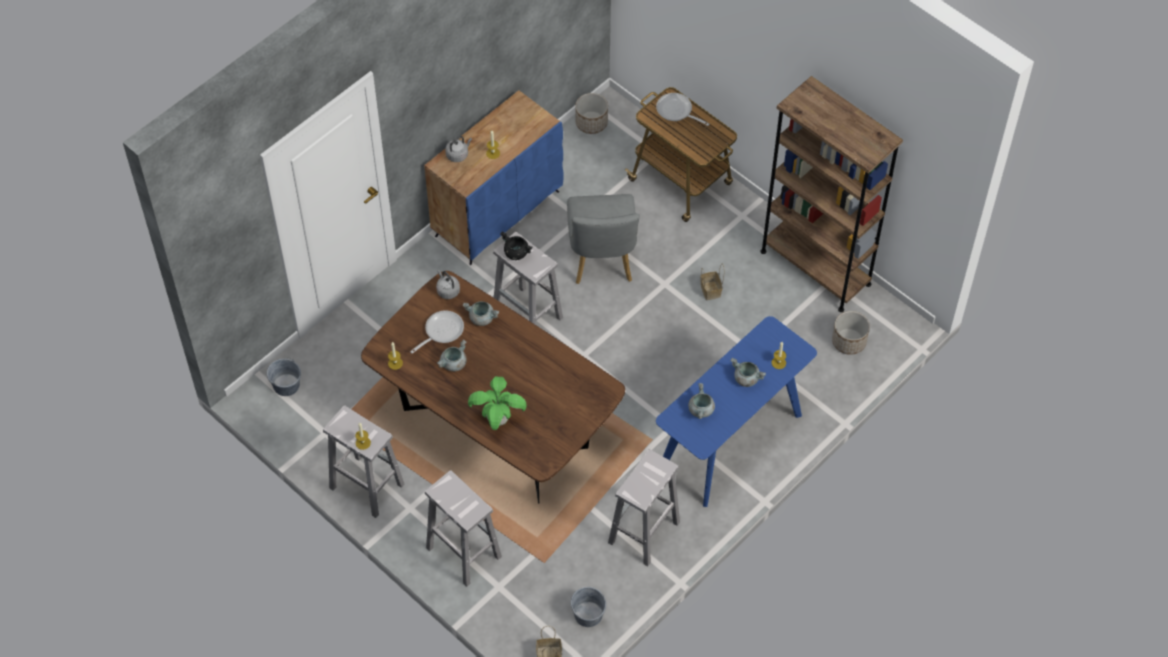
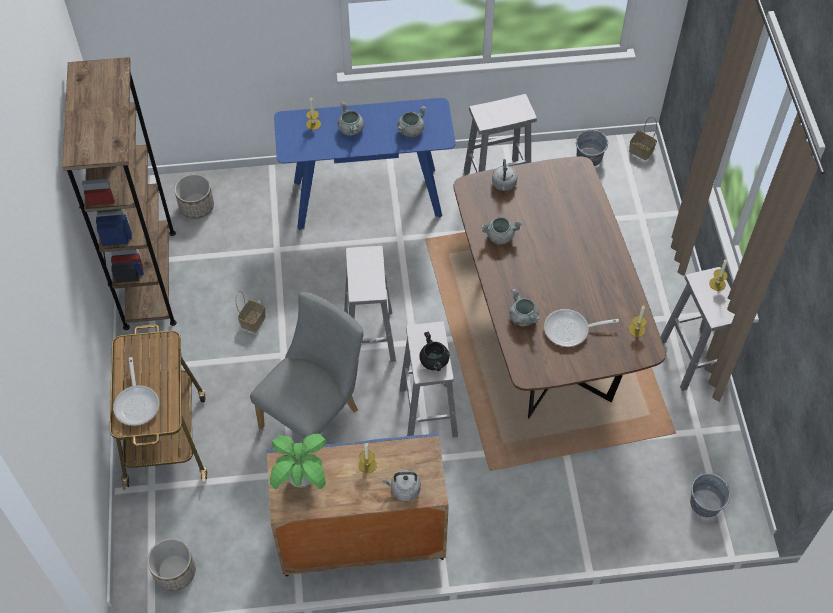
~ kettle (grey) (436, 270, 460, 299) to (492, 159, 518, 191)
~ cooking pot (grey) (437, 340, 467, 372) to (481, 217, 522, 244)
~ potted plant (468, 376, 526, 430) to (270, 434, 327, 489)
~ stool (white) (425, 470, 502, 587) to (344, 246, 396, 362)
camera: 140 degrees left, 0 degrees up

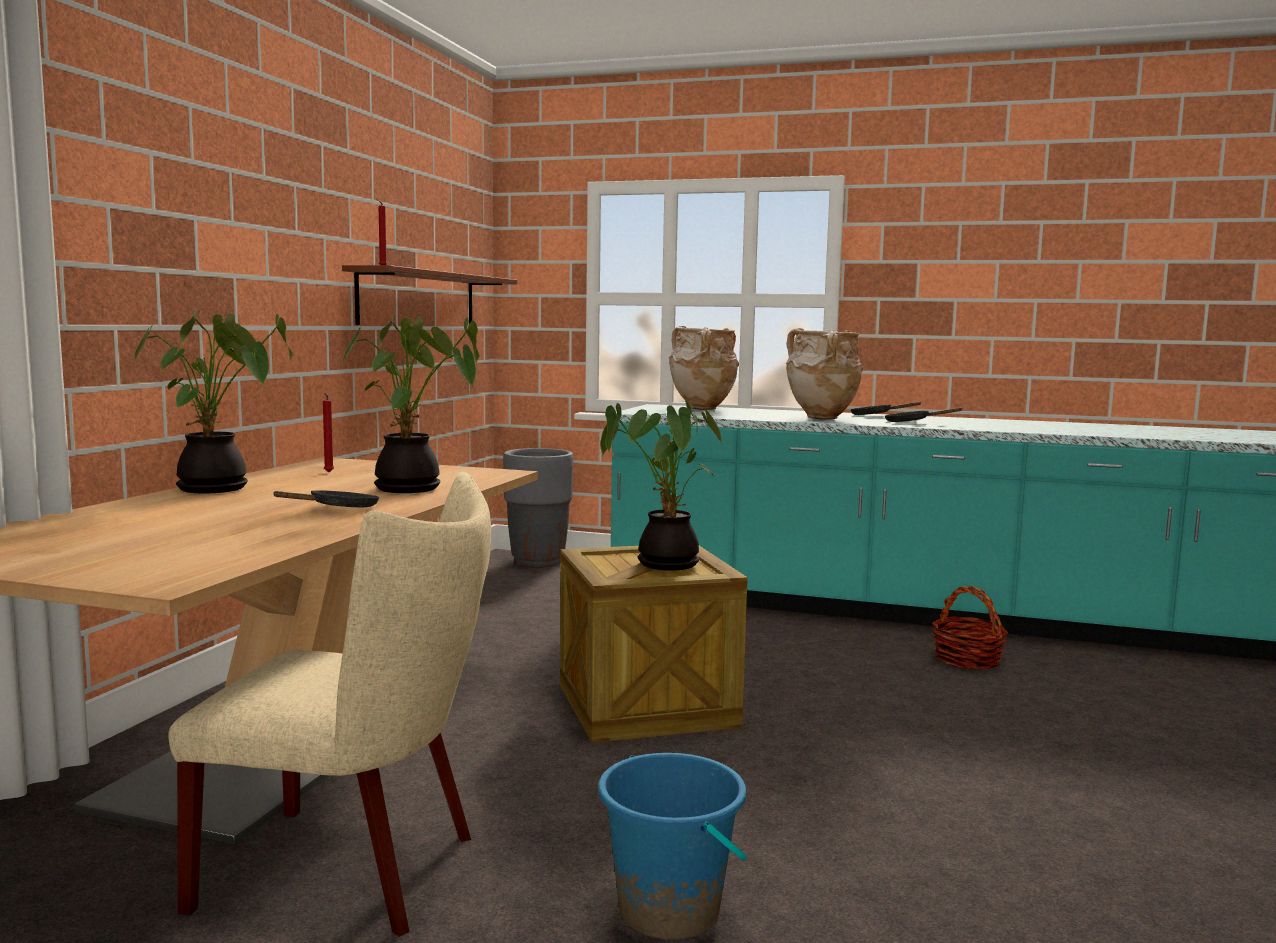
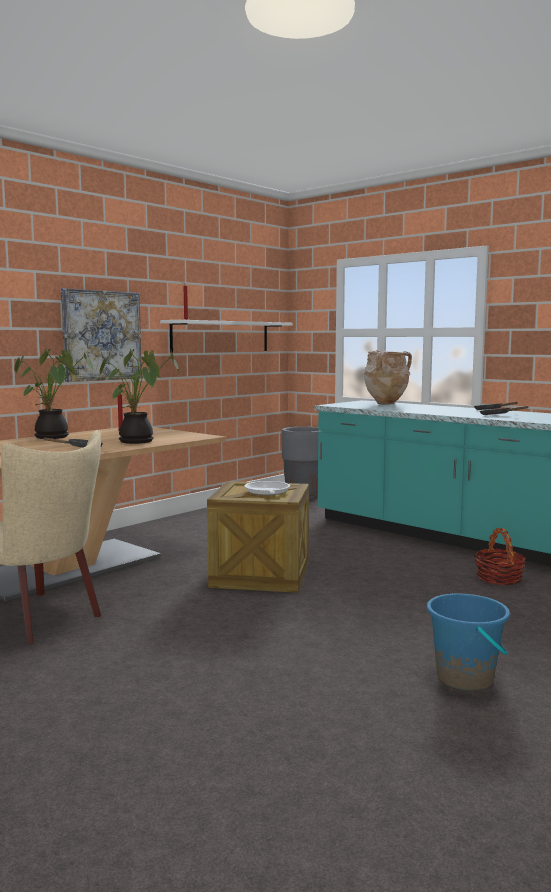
~ shelf (brown) (342, 265, 517, 325) to shelf (white) (160, 320, 293, 353)
- vase (beige) (786, 328, 863, 419)
~ potted plant (600, 399, 723, 571) to frying pan (245, 481, 290, 495)
~ bucket (blue) (598, 753, 748, 940) to (427, 593, 510, 691)
+ picture (61, 288, 142, 382)
camera: 25 degrees right, 0 degrees up

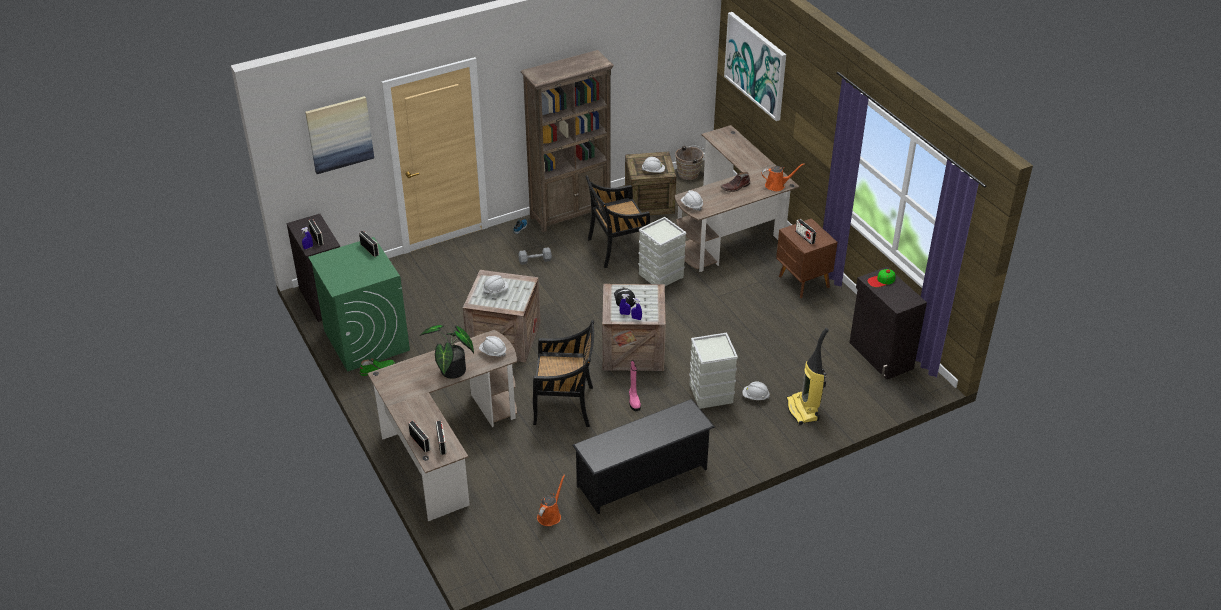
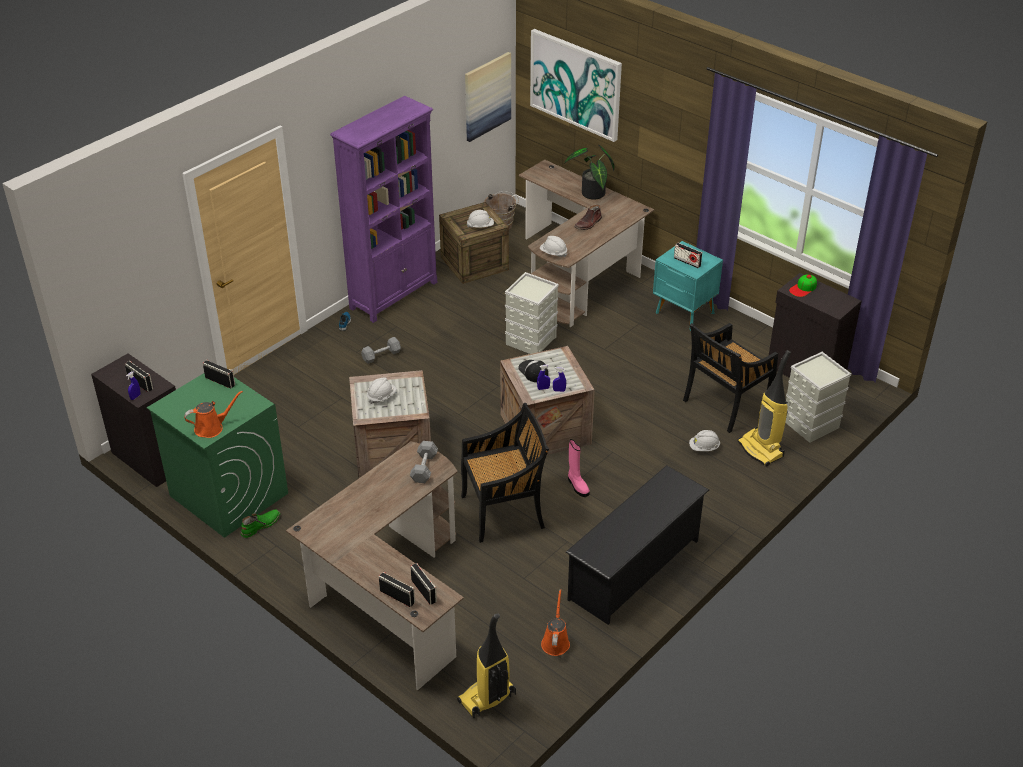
~ bookcase (brown) (521, 50, 614, 233) to bookcase (purple) (330, 96, 437, 323)
~ picture (305, 96, 374, 174) to (465, 52, 511, 142)
~ watering can (orange) (762, 163, 804, 191) to (184, 391, 243, 438)
~ chair (black) (585, 175, 650, 268) to (683, 323, 778, 433)
~ nightstand (brown) (776, 218, 838, 298) to nightstand (turquoise) (653, 241, 723, 331)
~ potted plant (420, 325, 474, 379) to (564, 145, 614, 200)
~ storage box (grey) (689, 333, 738, 409) to (785, 352, 851, 443)
~ hard hat (white) (479, 336, 506, 357) to dumbbell (grey) (410, 441, 438, 483)
+ vacuum cleaner (457, 613, 516, 718)
camera: 20 degrees left, 0 degrees up

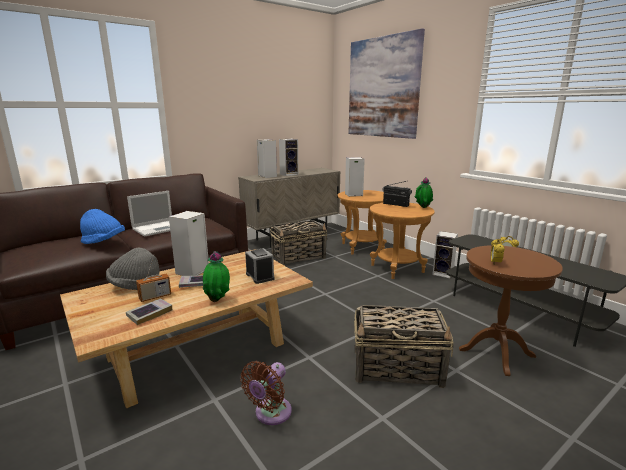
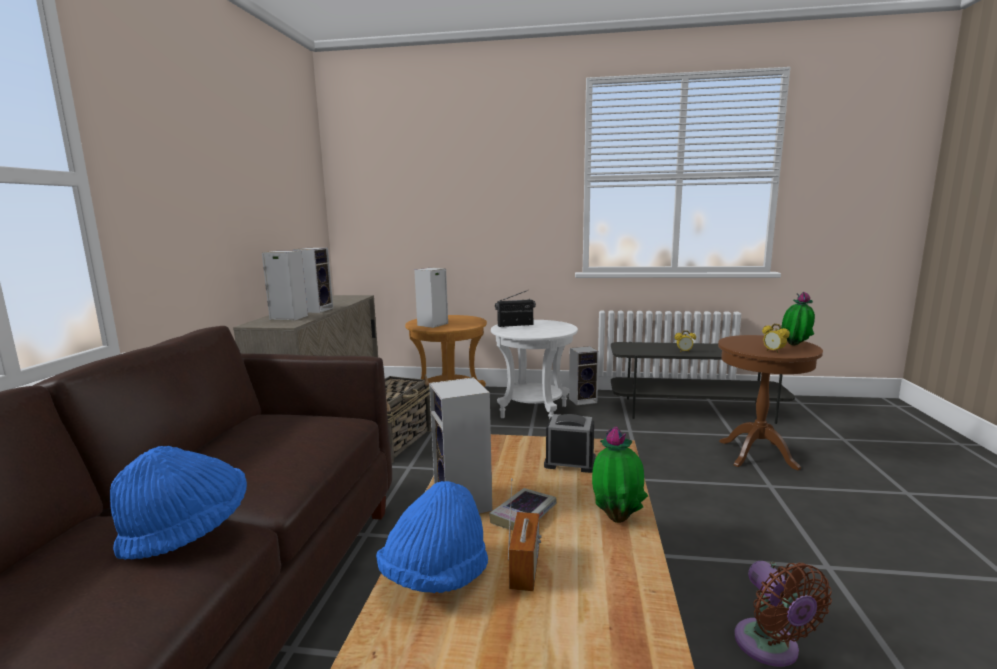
- picture (348, 28, 425, 139)
~ potted plant (415, 177, 433, 208) to (779, 292, 815, 346)
- laptop (127, 191, 172, 237)
~ side table (brown) (370, 203, 435, 279) to side table (white) (491, 320, 578, 420)
~ hat (grey) (106, 248, 159, 290) to hat (blue) (376, 481, 488, 593)
- book (126, 299, 173, 325)
- basket (354, 305, 453, 388)
camera: 45 degrees left, 5 degrees down

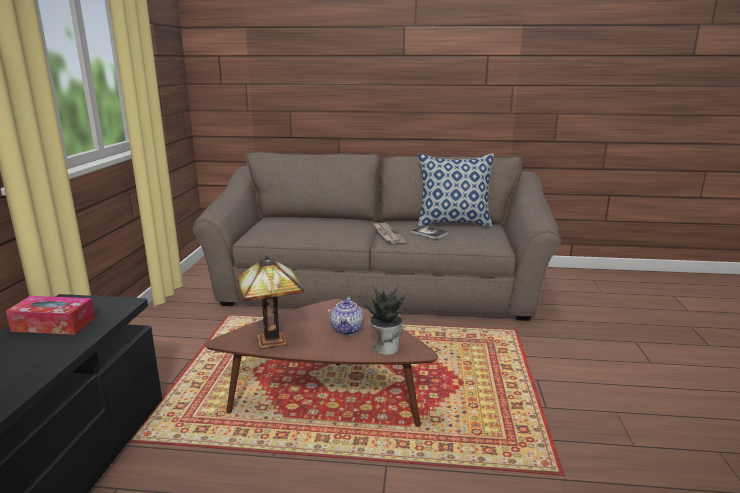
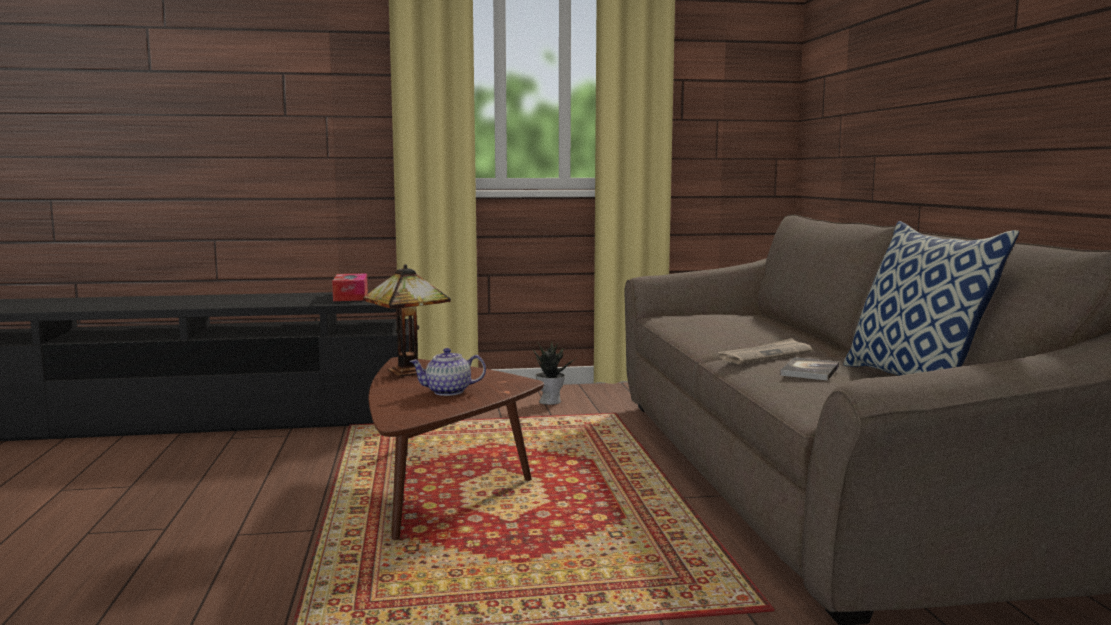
~ potted plant (359, 282, 407, 355) to (533, 342, 575, 405)
camera: 75 degrees right, 10 degrees down

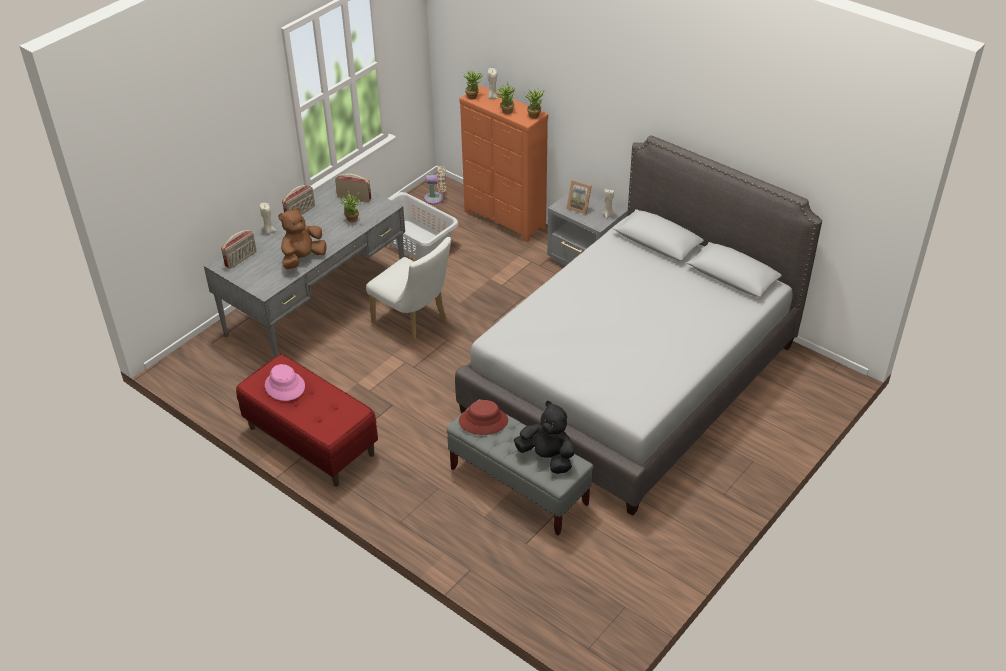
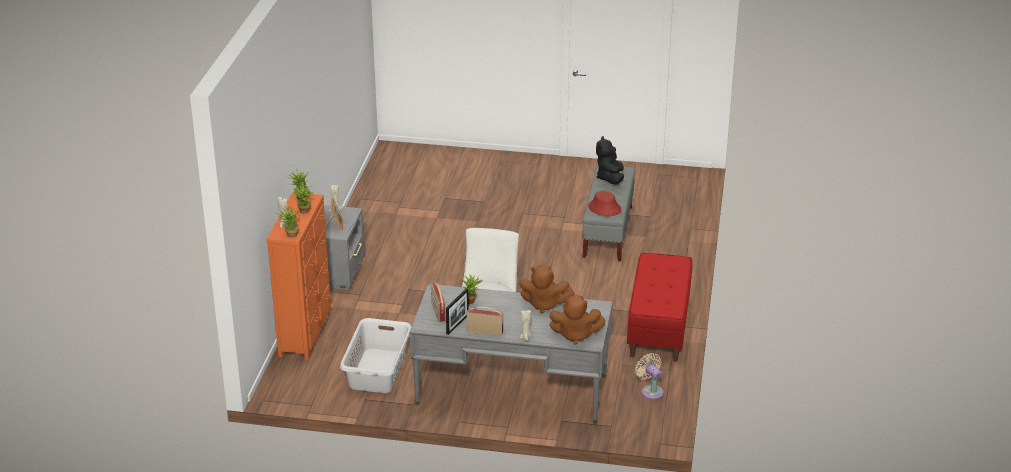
- bed (grey) (455, 136, 822, 516)
~ fan (beige) (424, 166, 446, 204) to (635, 353, 664, 399)
~ radio (221, 230, 257, 269) to plush toy (brown) (549, 295, 606, 345)
- hat (pink) (265, 364, 305, 401)
+ picture frame (446, 288, 469, 335)
camera: 120 degrees left, 10 degrees down

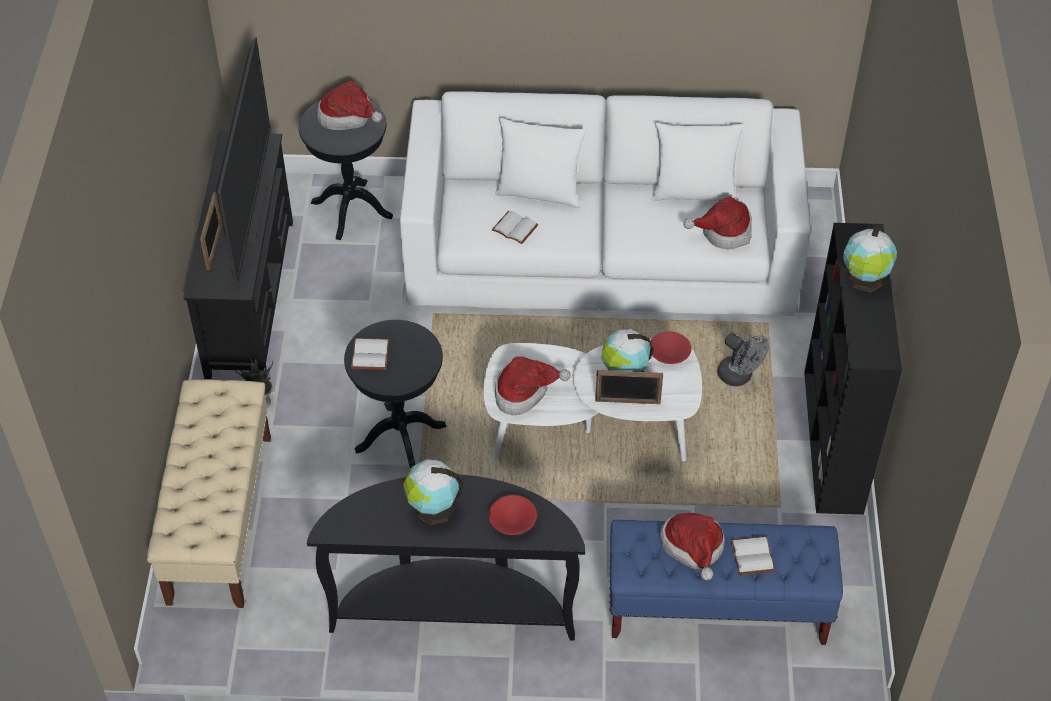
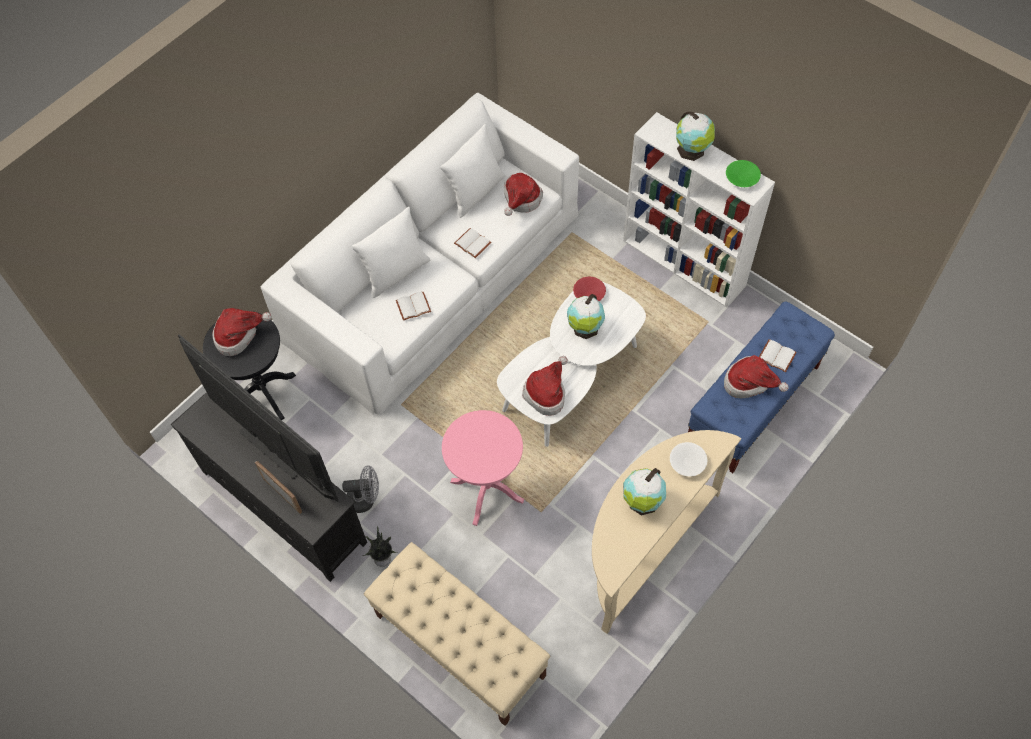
~ bookcase (black) (804, 223, 902, 515) to bookcase (white) (623, 112, 775, 308)
~ side table (black) (344, 320, 447, 469) to side table (pink) (442, 410, 524, 526)
~ fan (grey) (717, 333, 769, 386) to (342, 465, 379, 513)
~ book (white) (351, 338, 389, 370) to (454, 228, 491, 258)
- picture frame (595, 370, 663, 404)
~ console table (black) (307, 474, 585, 641) to console table (beige) (592, 430, 741, 634)
~ bowl (red) (489, 495, 537, 535) to bowl (white) (670, 442, 707, 477)
+ bowl (green) (726, 160, 761, 187)
camera: 50 degrees left, 10 degrees up

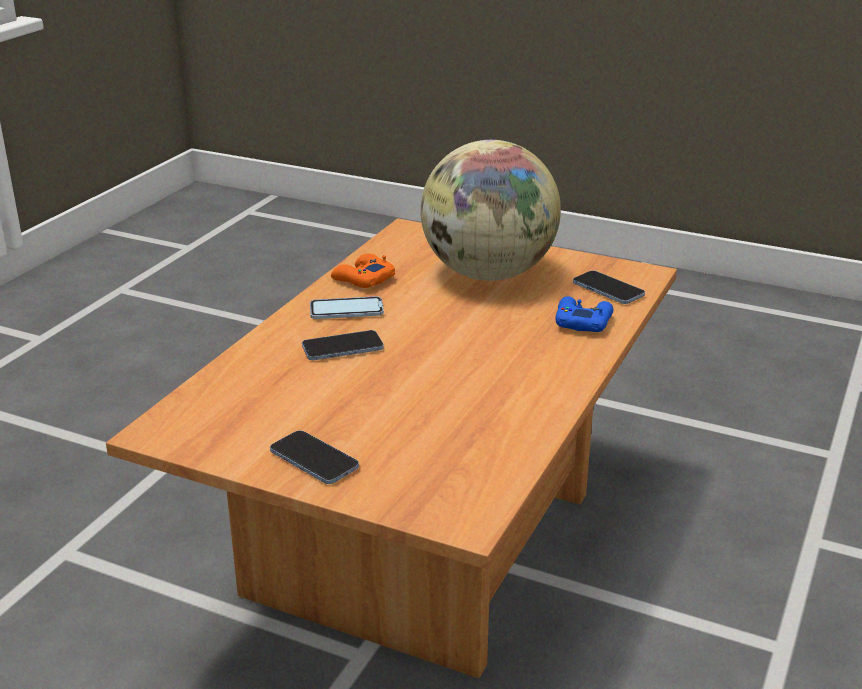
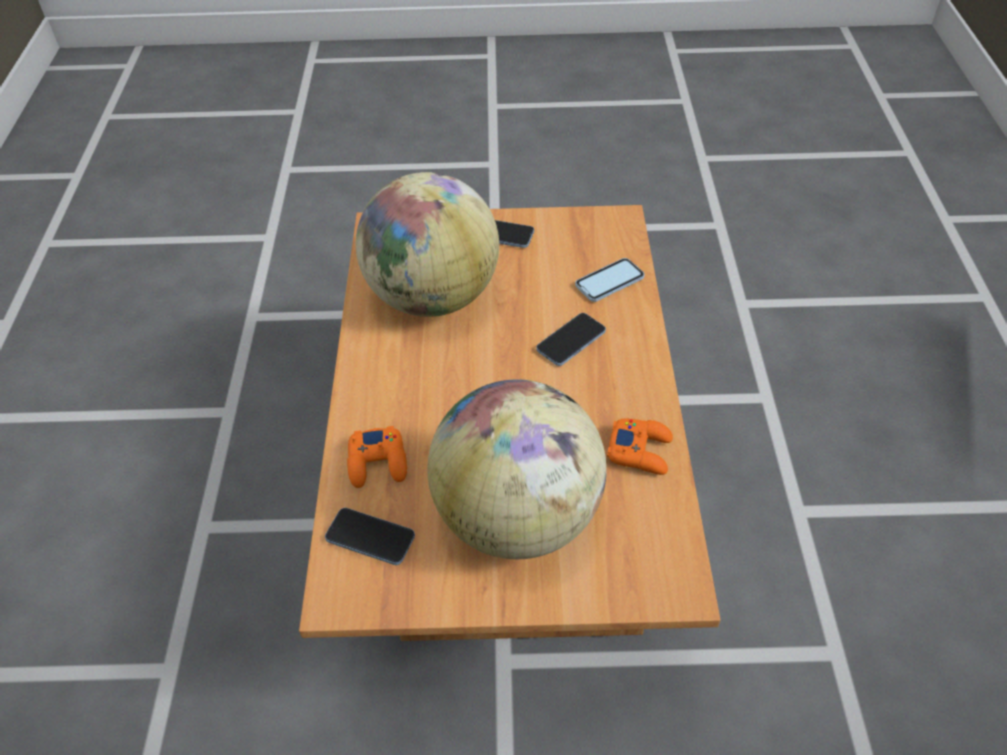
~ phone (310, 296, 384, 319) to (575, 258, 645, 302)
~ game controller (blue) (555, 296, 613, 332) to game controller (orange) (347, 426, 407, 488)
+ globe (356, 172, 499, 317)
camera: 155 degrees right, 20 degrees up

